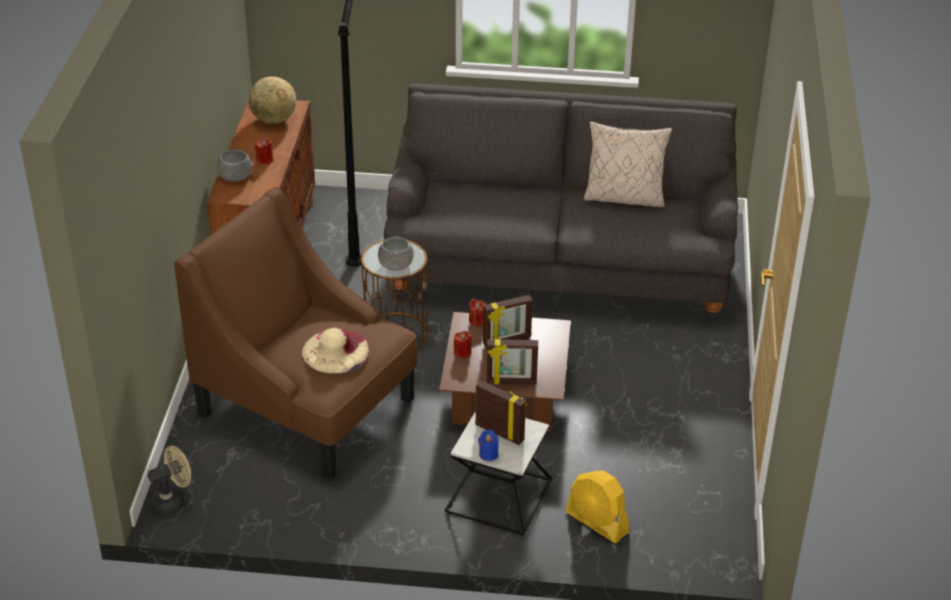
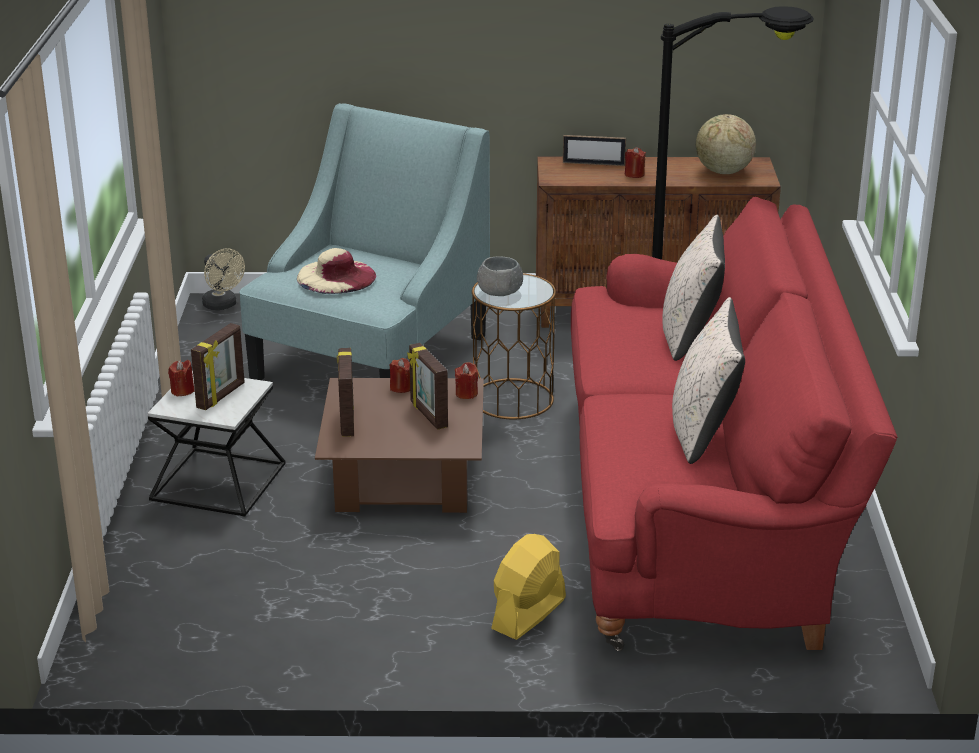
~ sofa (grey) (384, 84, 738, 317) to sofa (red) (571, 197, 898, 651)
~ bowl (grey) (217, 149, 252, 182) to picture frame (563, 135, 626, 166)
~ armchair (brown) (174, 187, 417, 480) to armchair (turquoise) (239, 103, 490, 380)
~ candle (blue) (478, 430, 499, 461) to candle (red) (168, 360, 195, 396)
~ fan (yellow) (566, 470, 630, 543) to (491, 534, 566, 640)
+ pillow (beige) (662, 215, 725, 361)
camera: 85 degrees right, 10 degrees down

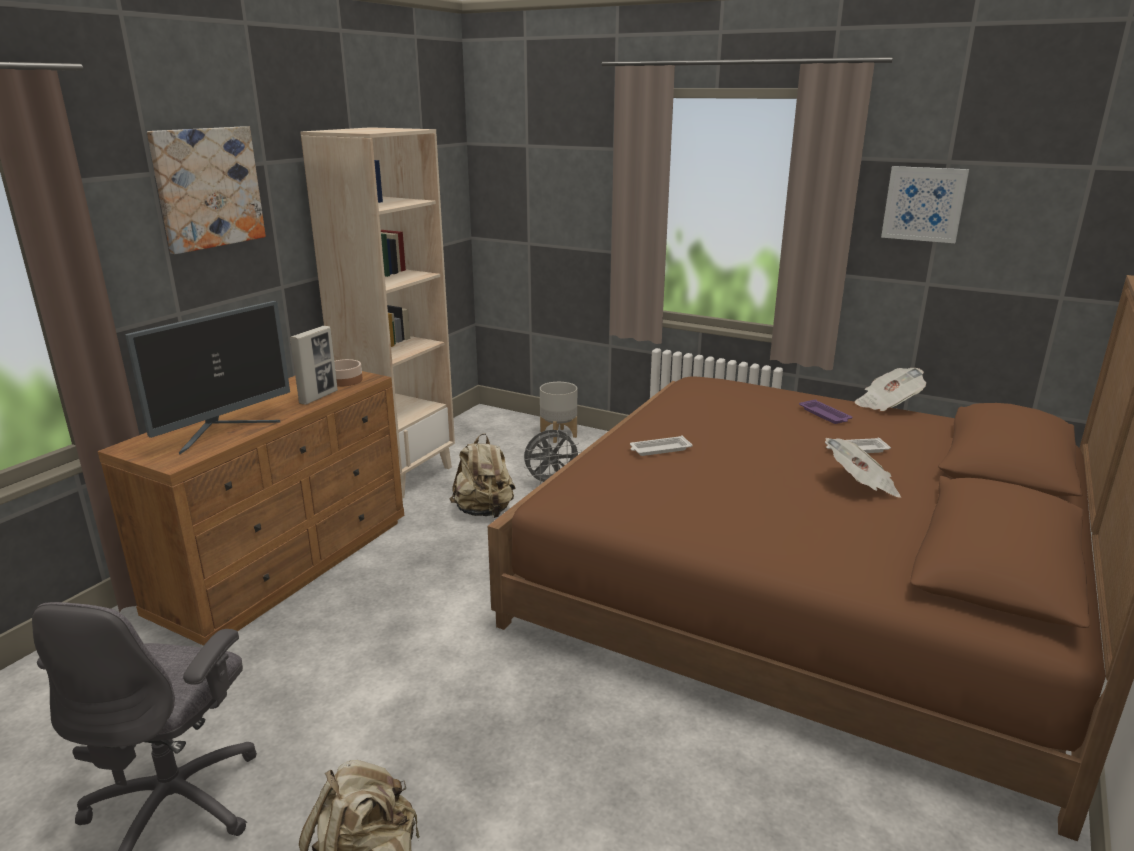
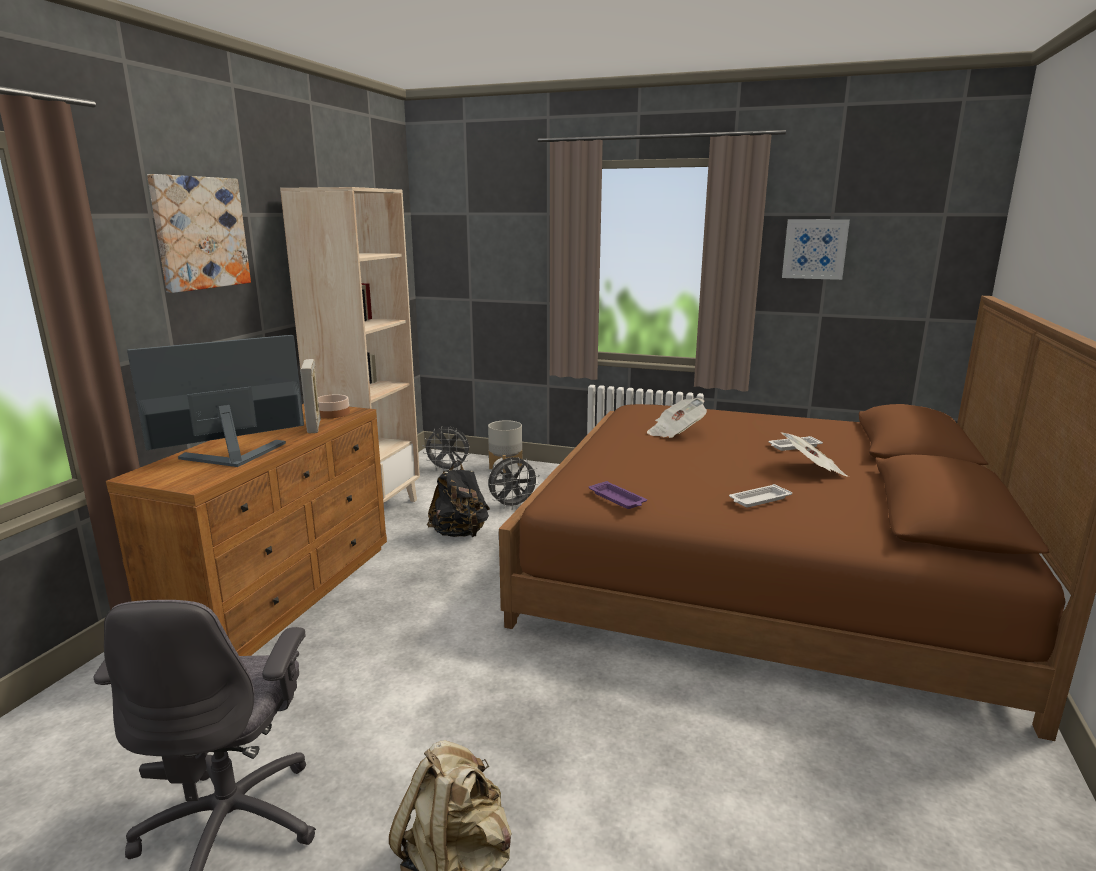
~ monitor (125, 301, 290, 455) = (127, 335, 304, 467) 150 degrees counterclockwise
~ picture frame (290, 326, 338, 405) = (300, 359, 321, 433) 150 degrees clockwise
~ newspaper (855, 368, 926, 411) to (647, 398, 707, 438)
~ tray (purple) (799, 399, 853, 424) to (589, 481, 647, 509)
~ backpack (beige) (449, 433, 516, 518) to backpack (black) (427, 460, 490, 537)
~ tray (white) (630, 435, 692, 456) to (729, 484, 792, 507)
+ fan (grey) (423, 427, 470, 471)
camera: 10 degrees left, 5 degrees down

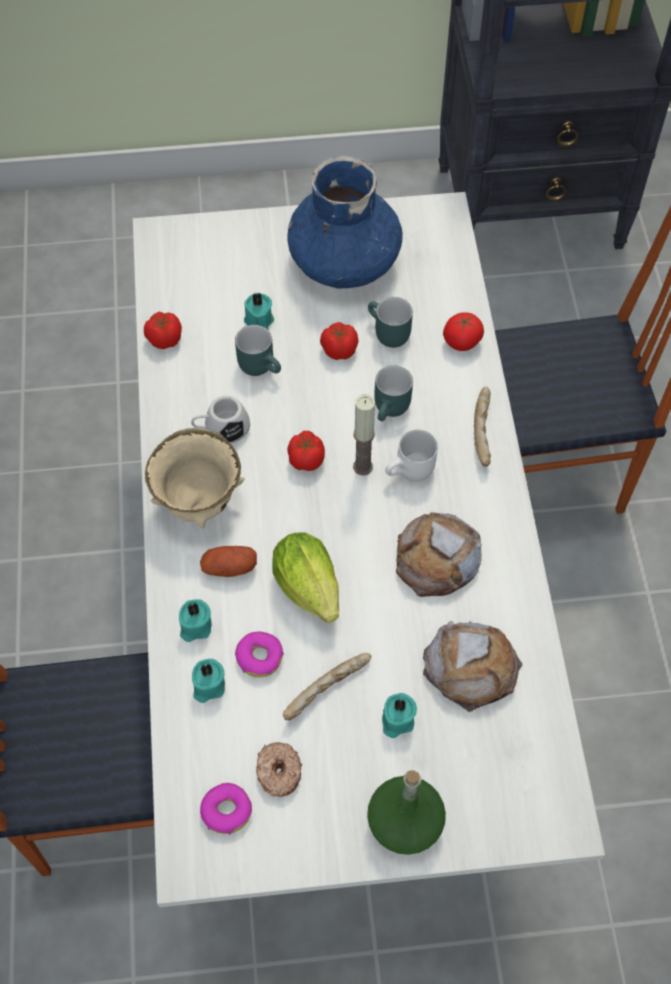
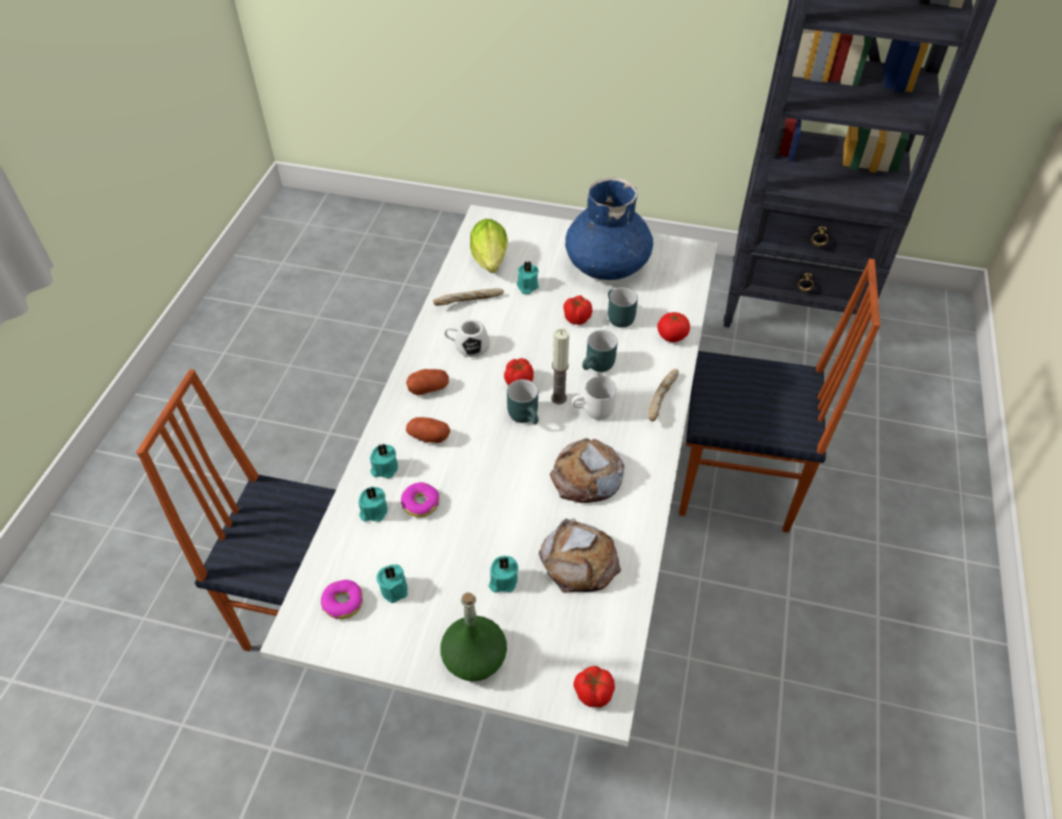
~ tomato (144, 311, 182, 349) to (573, 666, 615, 708)
~ mug (turquoise) (235, 325, 281, 376) to (507, 379, 539, 424)
~ bowl (beige) (145, 428, 245, 528) to potato (406, 369, 449, 395)
~ lettuce (272, 532, 339, 623) to (470, 219, 508, 273)
~ bread (283, 653, 371, 720) to (433, 288, 504, 306)
~ donut (256, 742, 302, 797) to candle (turquoise) (376, 564, 408, 603)
camera: 20 degrees right, 10 degrees down

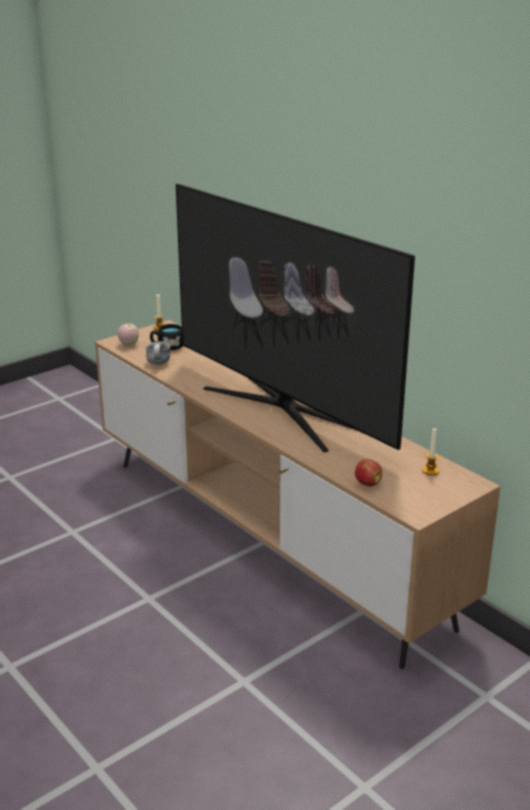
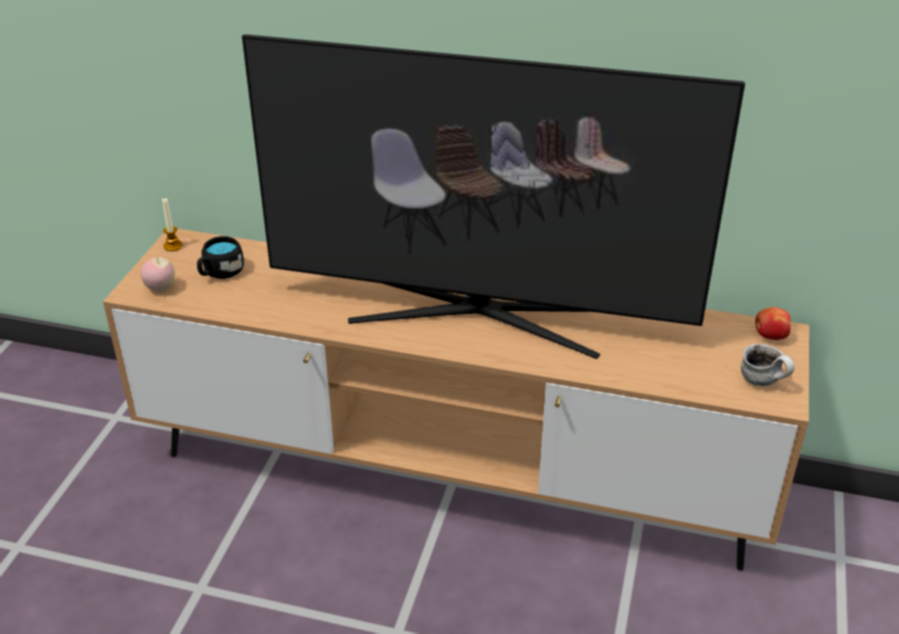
~ mug (145, 341, 171, 364) to (741, 344, 795, 386)
- candle (422, 428, 439, 475)
~ apple (355, 459, 382, 486) to (755, 307, 791, 340)
camera: 35 degrees left, 10 degrees up

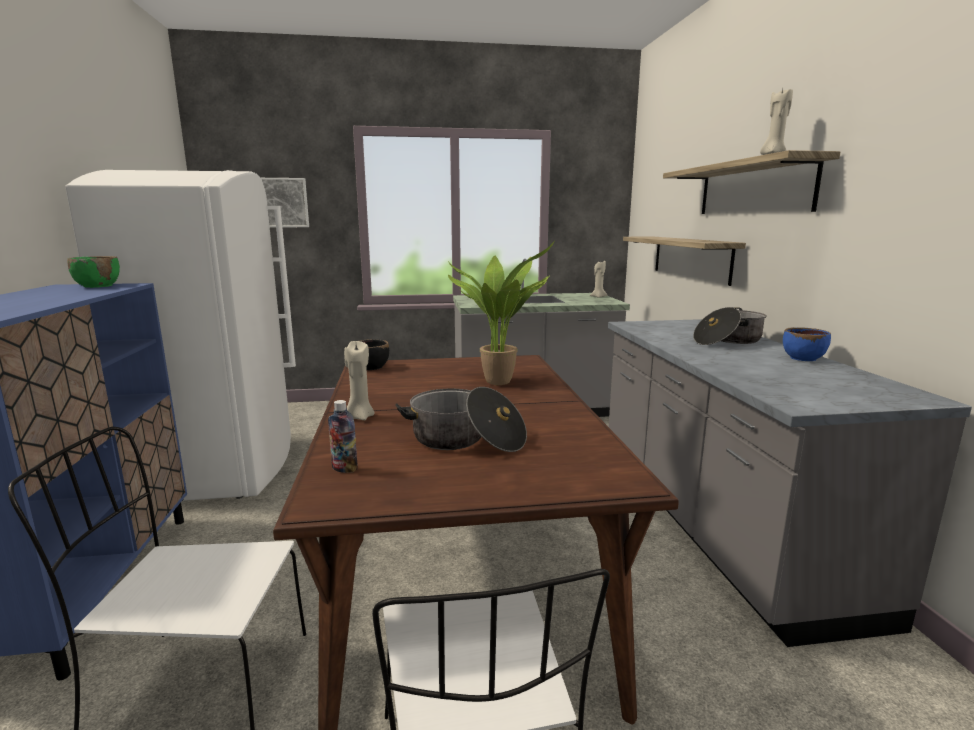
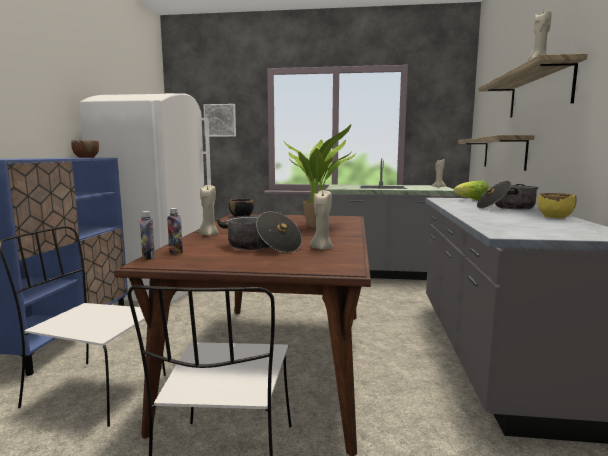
~ bowl (green) (67, 256, 120, 288) to bowl (brown) (71, 140, 99, 158)
~ bowl (blue) (783, 327, 831, 361) to bowl (yellow) (538, 193, 577, 218)
+ lettuce (454, 181, 489, 201)
+ candle (beige) (310, 190, 333, 250)
+ bottle (140, 211, 155, 260)
camera: 15 degrees right, 5 degrees down

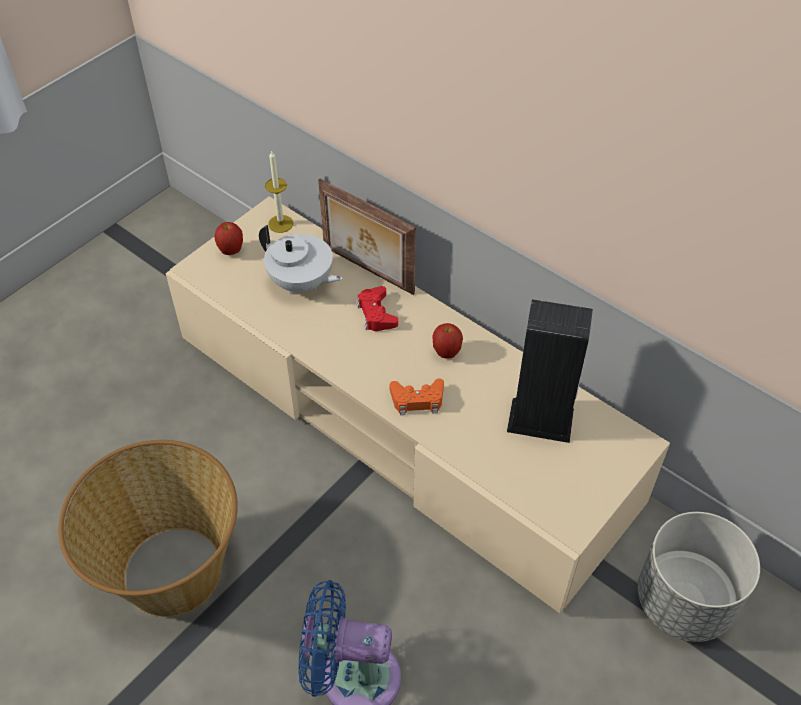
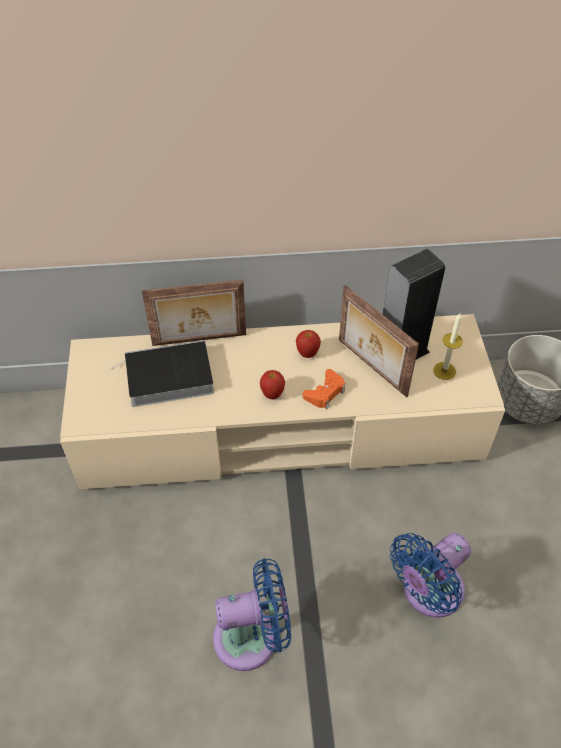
~ candle (265, 150, 293, 233) to (433, 313, 463, 380)
~ apple (214, 222, 243, 255) to (260, 370, 285, 399)
~ teapot (white) (259, 225, 343, 294) to book (112, 340, 214, 407)
- game controller (red) (357, 286, 398, 331)
~ basket (58, 440, 238, 617) to fan (blue) (213, 558, 291, 671)
+ picture frame (339, 285, 419, 397)
camera: 45 degrees left, 0 degrees up

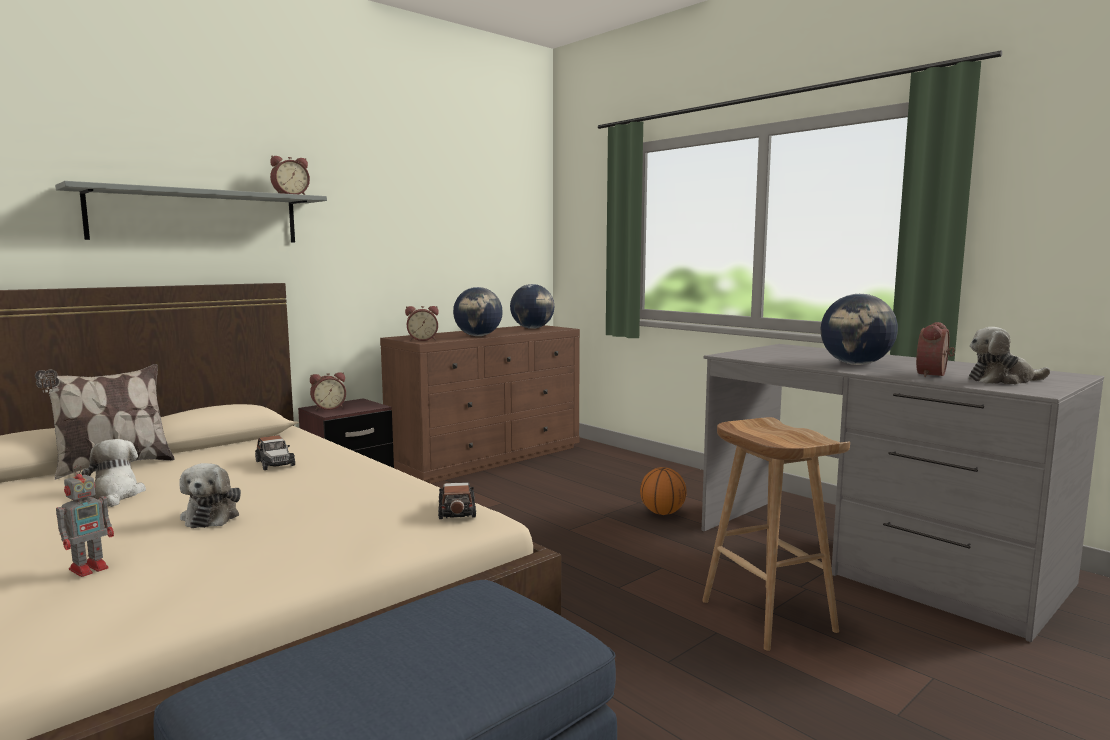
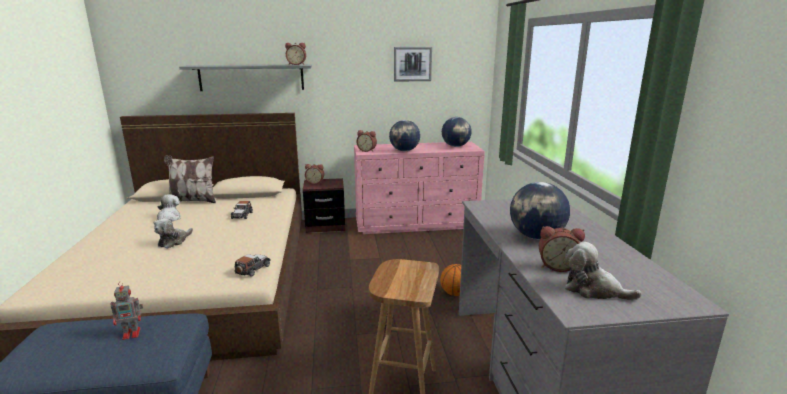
~ alarm clock (916, 322, 955, 377) = (539, 226, 585, 272) 150 degrees counterclockwise
~ dresser (brown) (380, 325, 580, 484) to dresser (pink) (354, 142, 485, 234)
~ toy robot (56, 465, 114, 577) to (111, 282, 143, 340)
+ picture (394, 47, 432, 82)
camera: 35 degrees right, 10 degrees up

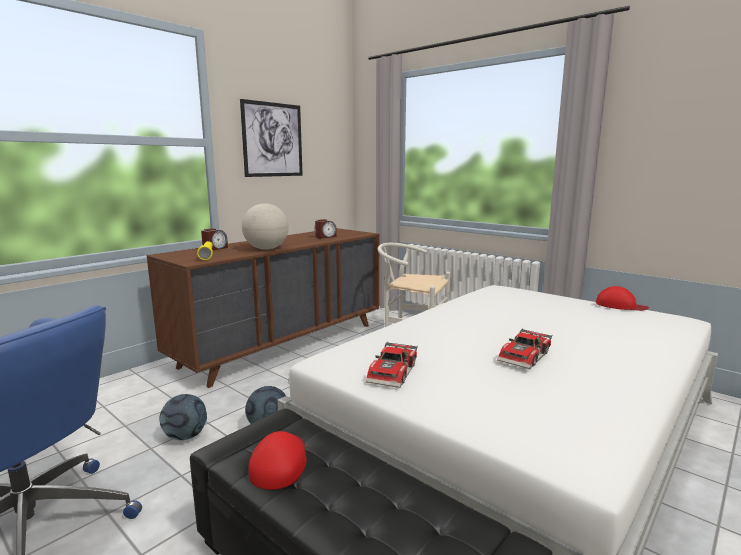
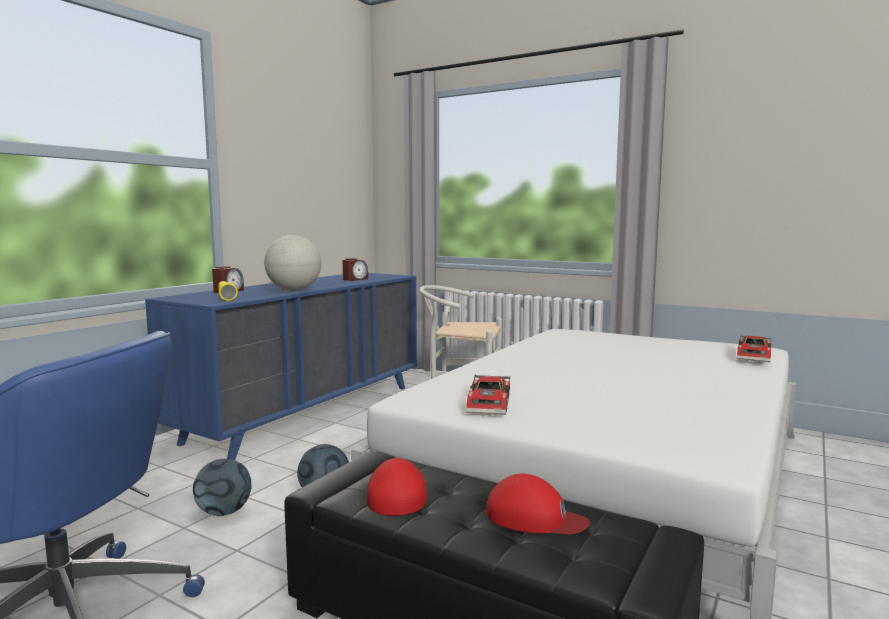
- picture (240, 99, 303, 177)
~ dresser (brown) (147, 228, 379, 388) to dresser (blue) (145, 273, 417, 460)
~ cap (red) (596, 286, 649, 311) to (486, 474, 590, 534)
~ toy car (497, 328, 552, 369) to (737, 335, 772, 362)
camera: 10 degrees left, 5 degrees down

